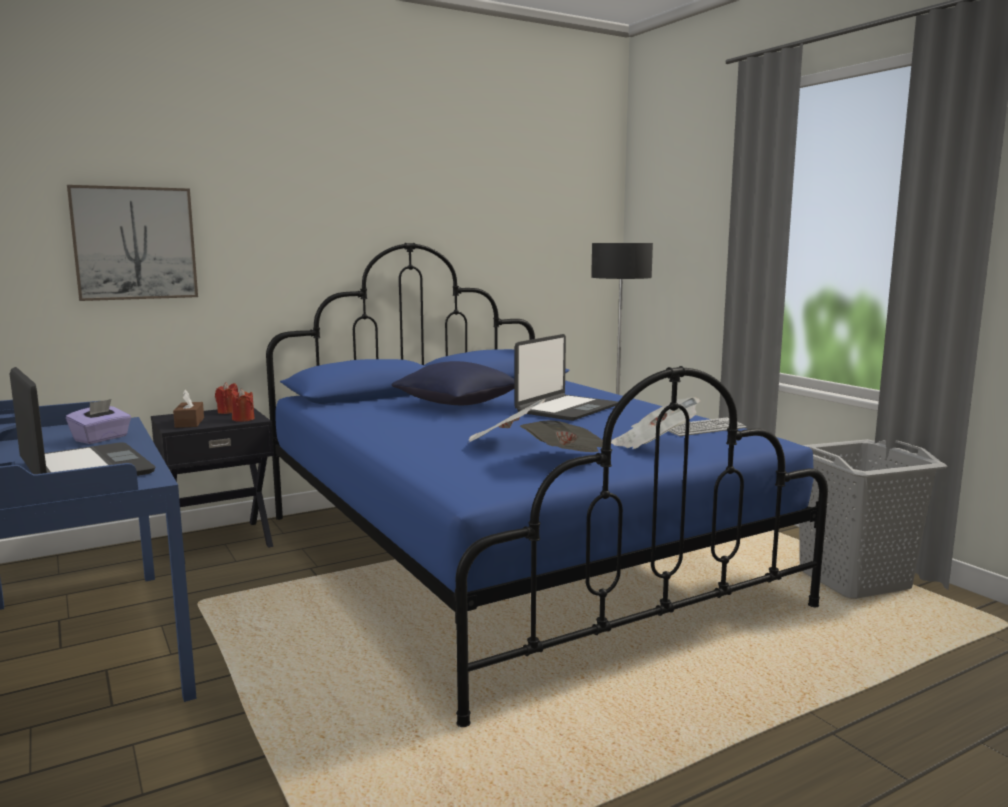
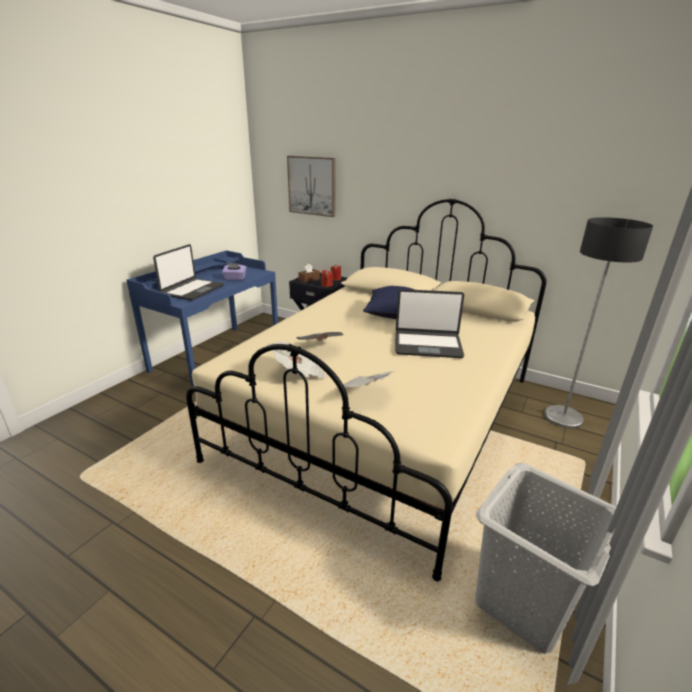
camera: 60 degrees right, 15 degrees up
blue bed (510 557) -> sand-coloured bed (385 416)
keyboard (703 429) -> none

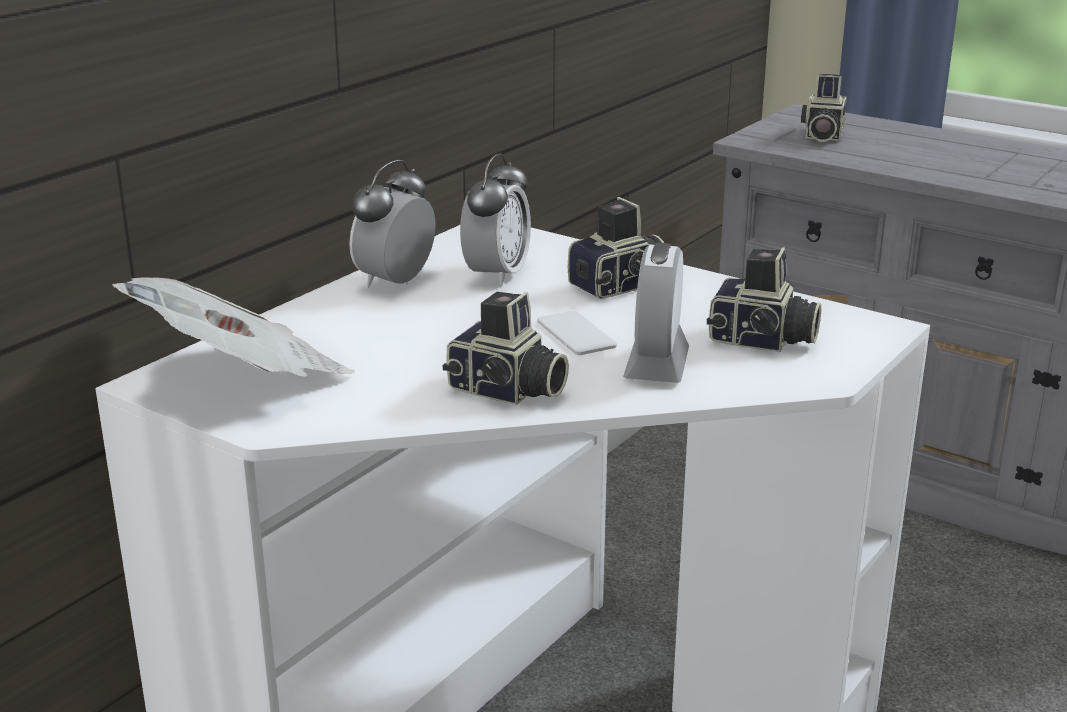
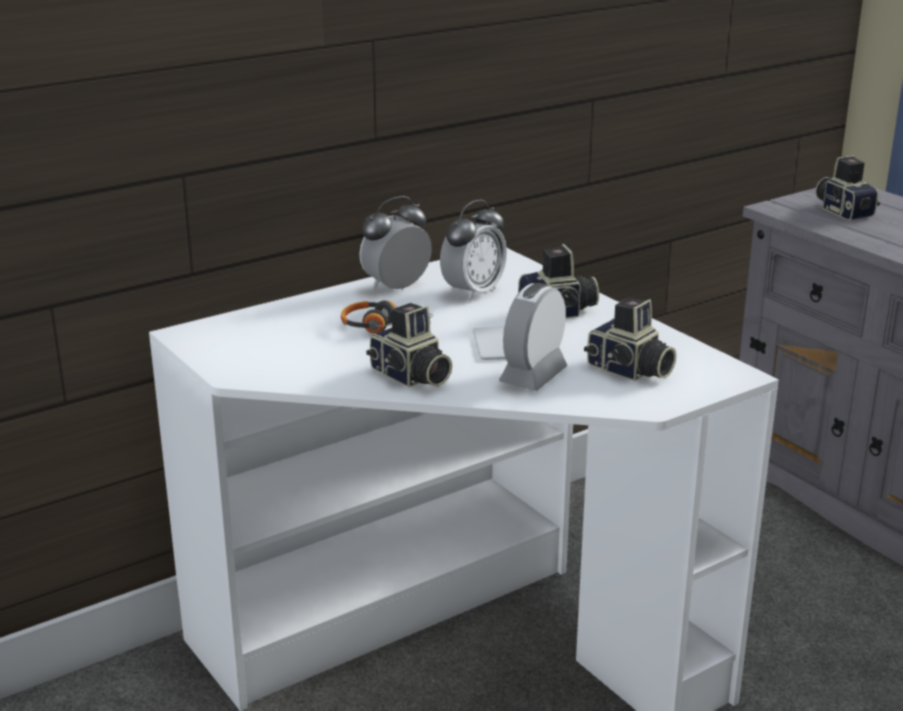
camera: 20 degrees right, 0 degrees up
none -> headphones (386 329)
photo camera (821 136) -> photo camera (844 211), 120 degrees clockwise
printed paper (244 381) -> none

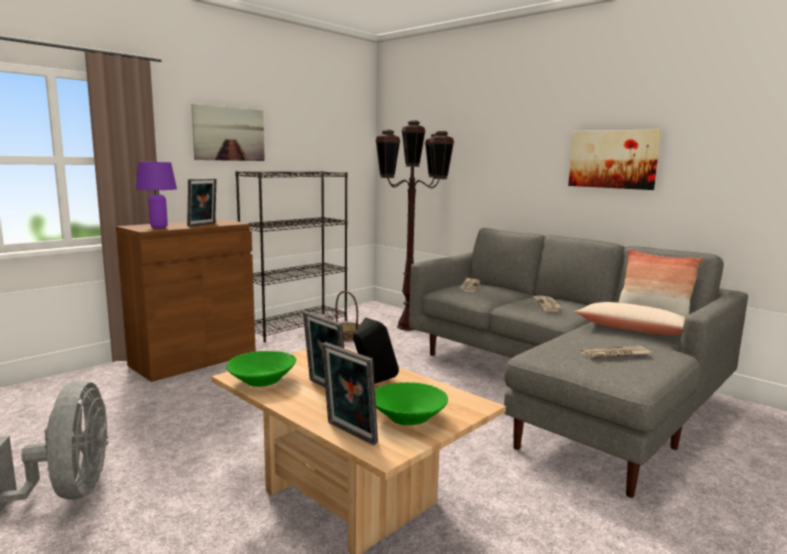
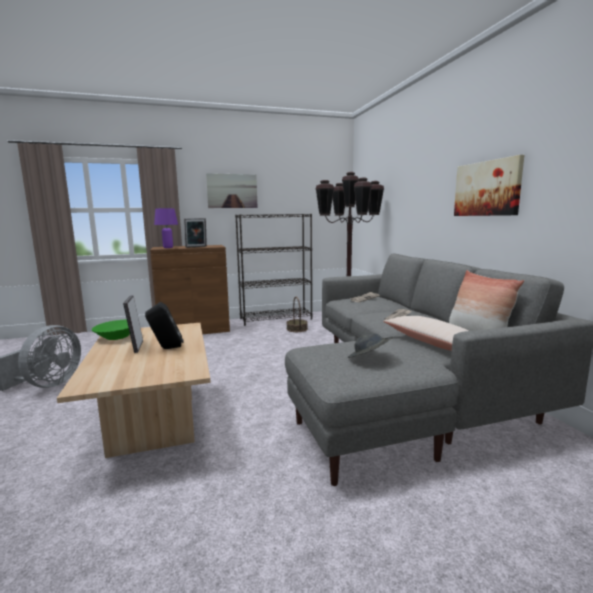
camera: 30 degrees right, 0 degrees up
printed paper (615 354) -> grey clothing hat (369 359)
photo frame (349 434) -> none
green bowl (408 418) -> none

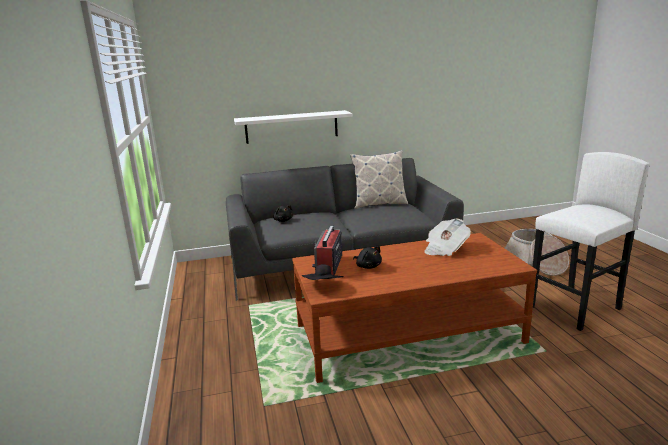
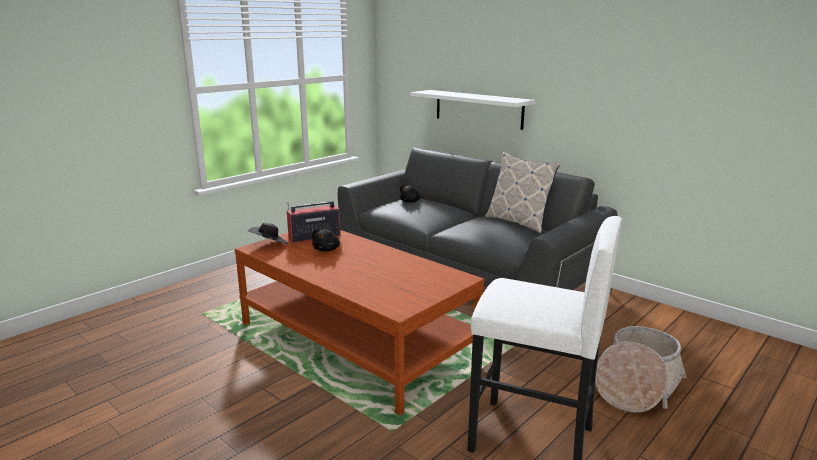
camera: 55 degrees right, 0 degrees up
printed paper (445 249) -> none

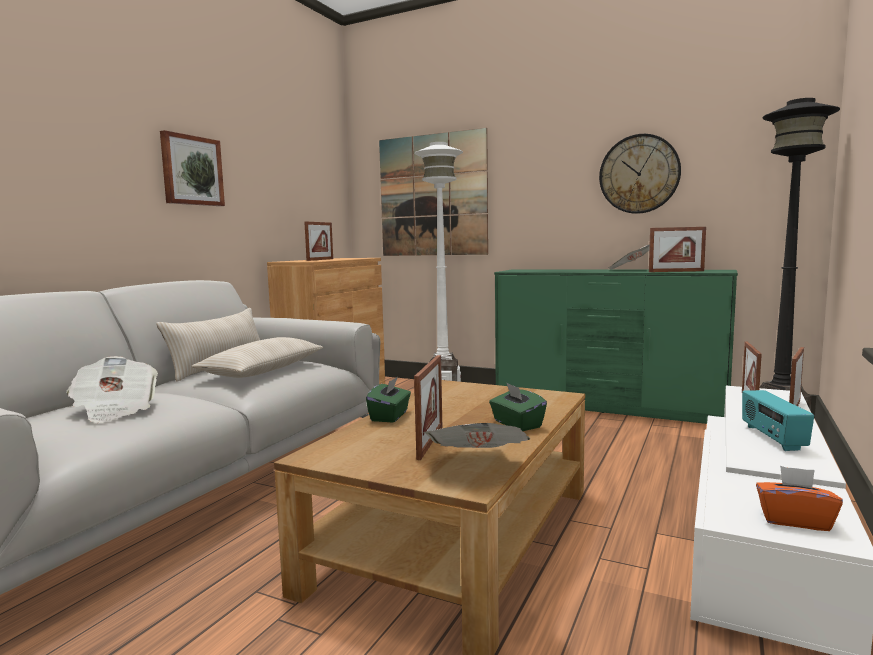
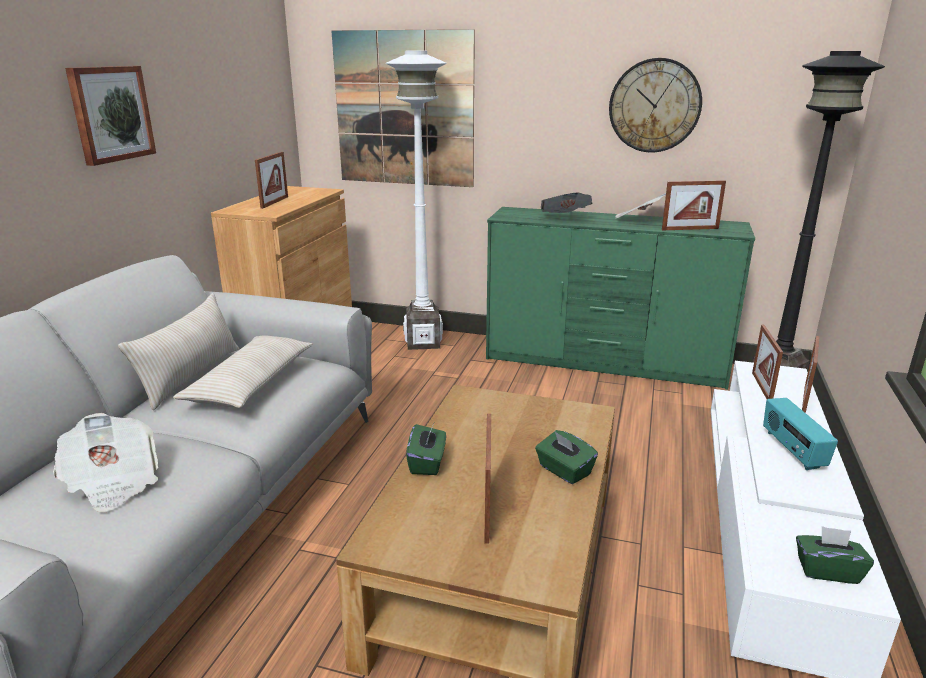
camera: 10 degrees left, 15 degrees up
printed paper (478 465) -> printed paper (565 218), move
orange tissue box (794 520) -> green tissue box (827 570)

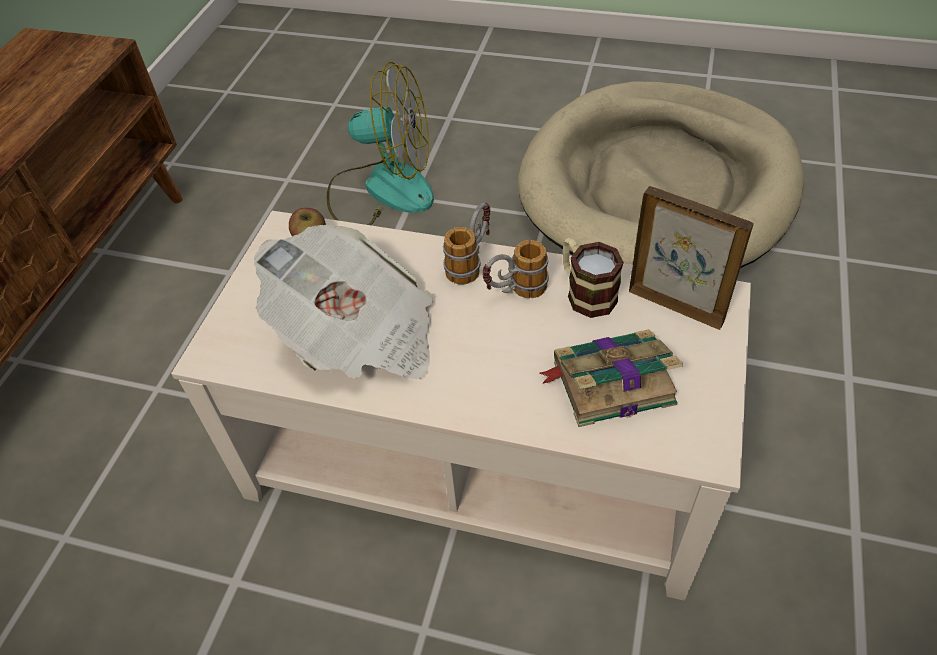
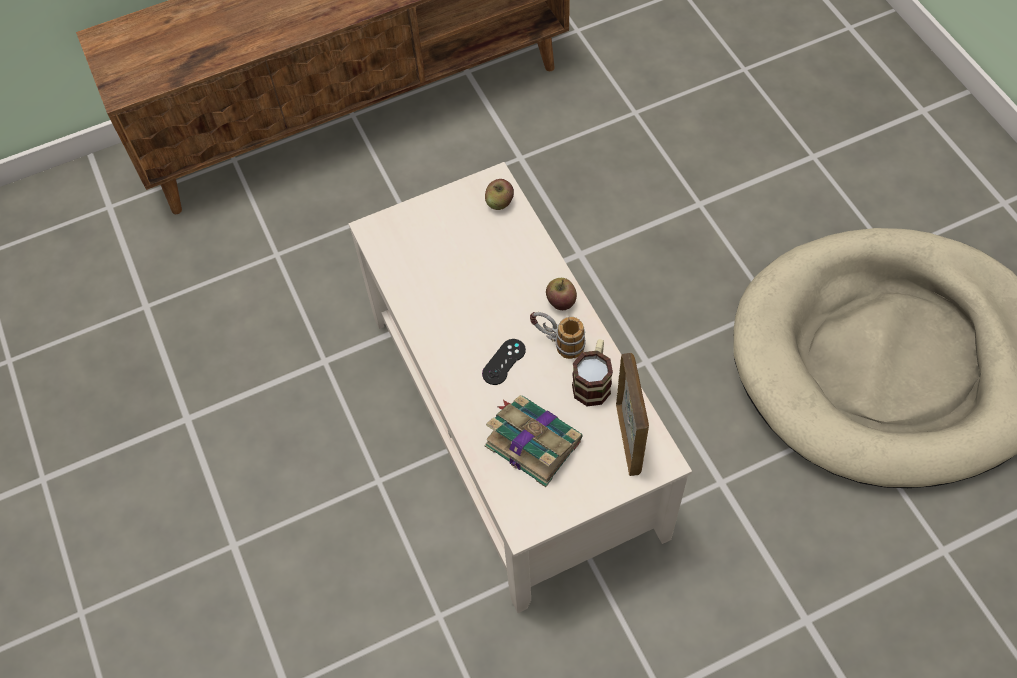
camera: 50 degrees right, 10 degrees up
none -> black game controller (504 362)
coffee mug (471 262) -> apple (561 301)
printed paper (359 335) -> none
cooling fan (382 190) -> none

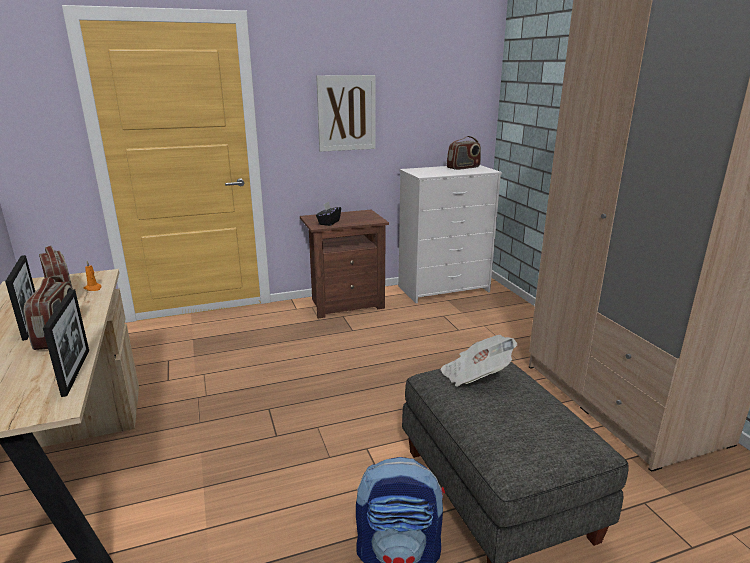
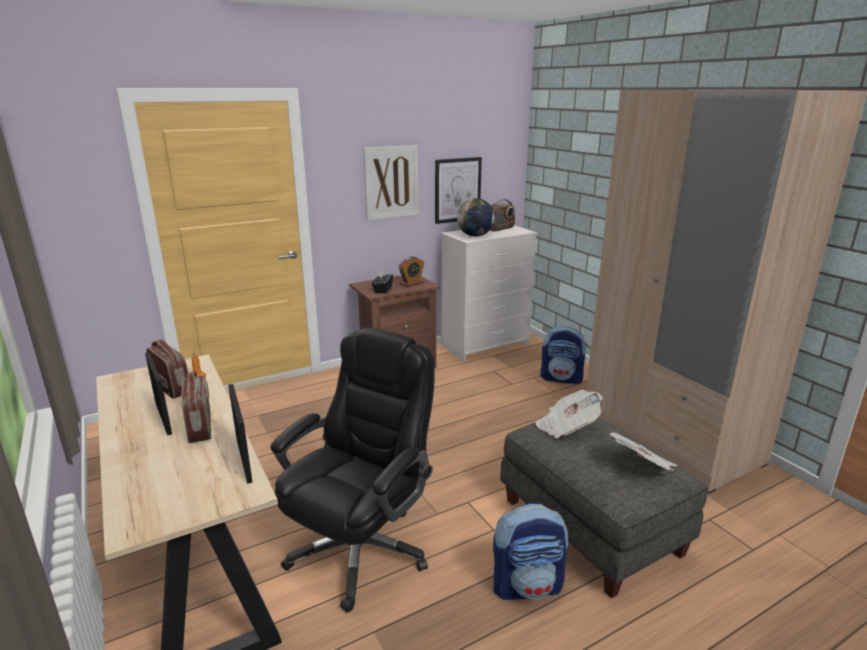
camera: 10 degrees left, 0 degrees up
none -> black office chair (361 548)
none -> table clock (411 283)
none -> wall picture (457 190)
none -> world globe (475 236)
none -> rucksack (561 378)
none -> printed paper (642 467)

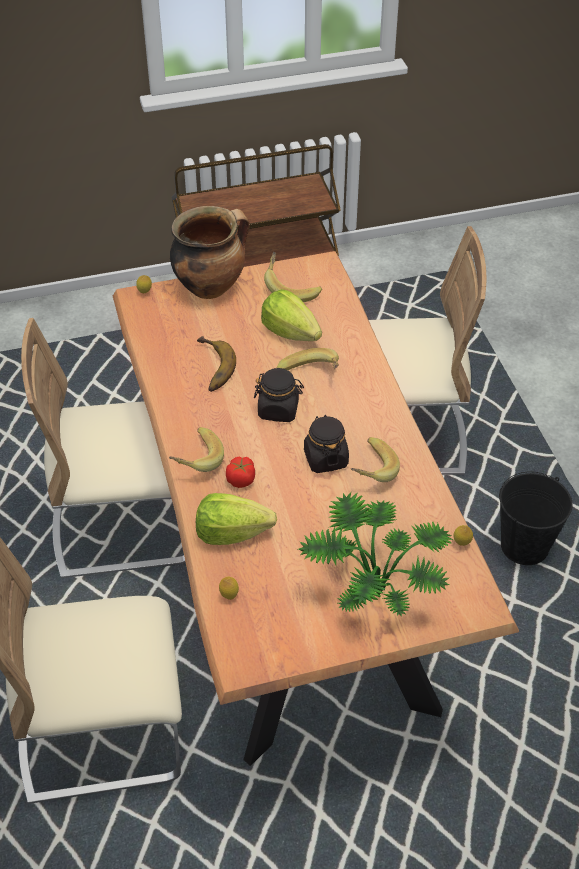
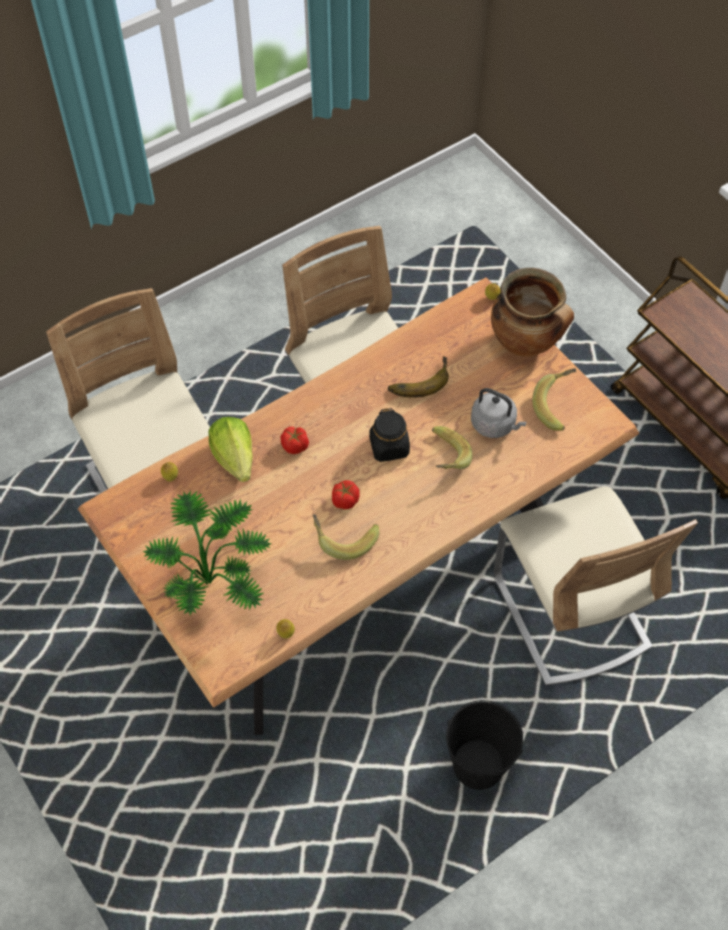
camera: 70 degrees right, 10 degrees up
black jar (325 458) -> whole tomato (345 500)
lettuce (290 332) -> grey kettle (495 425)
whole banana (195 460) -> none

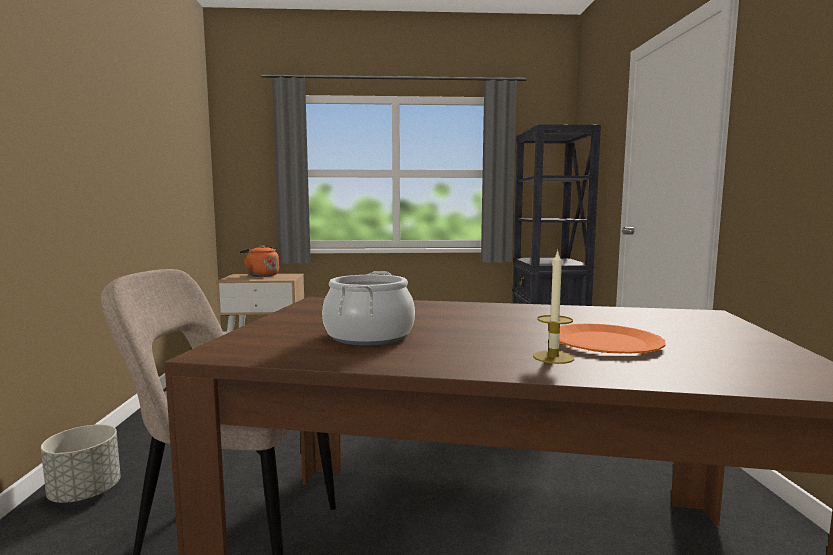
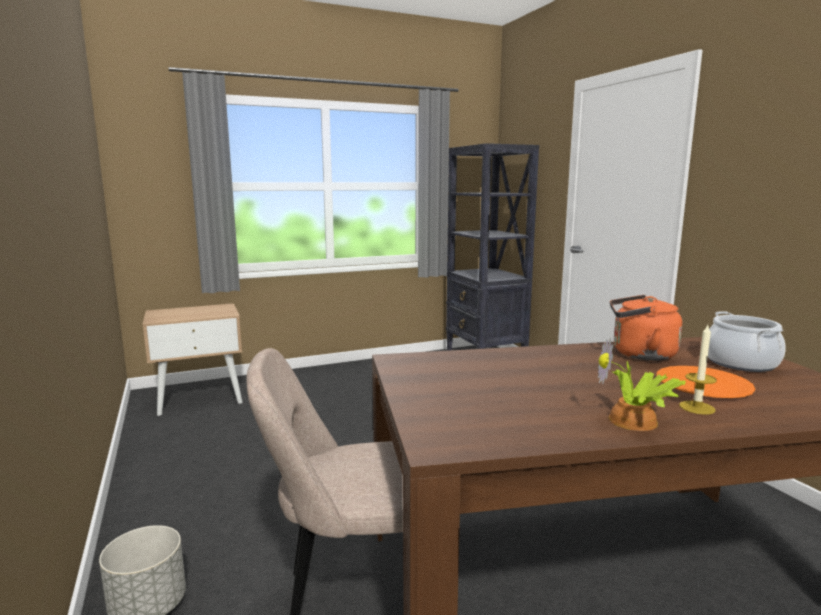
camera: 20 degrees left, 5 degrees up
none -> potted plant (636 421)
orange kettle (261 275) -> orange kettle (639 354), move
cooking pot (368 336) -> cooking pot (740 363), move

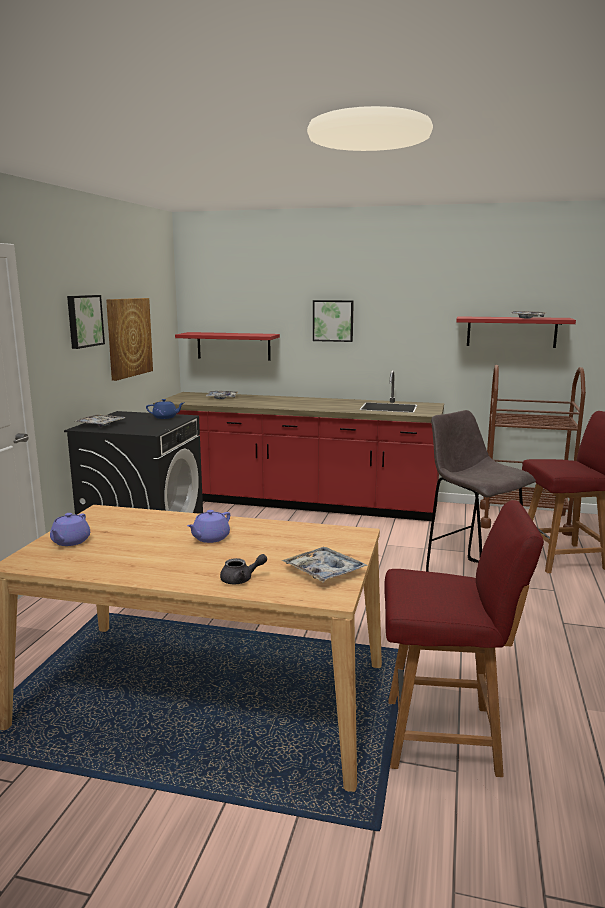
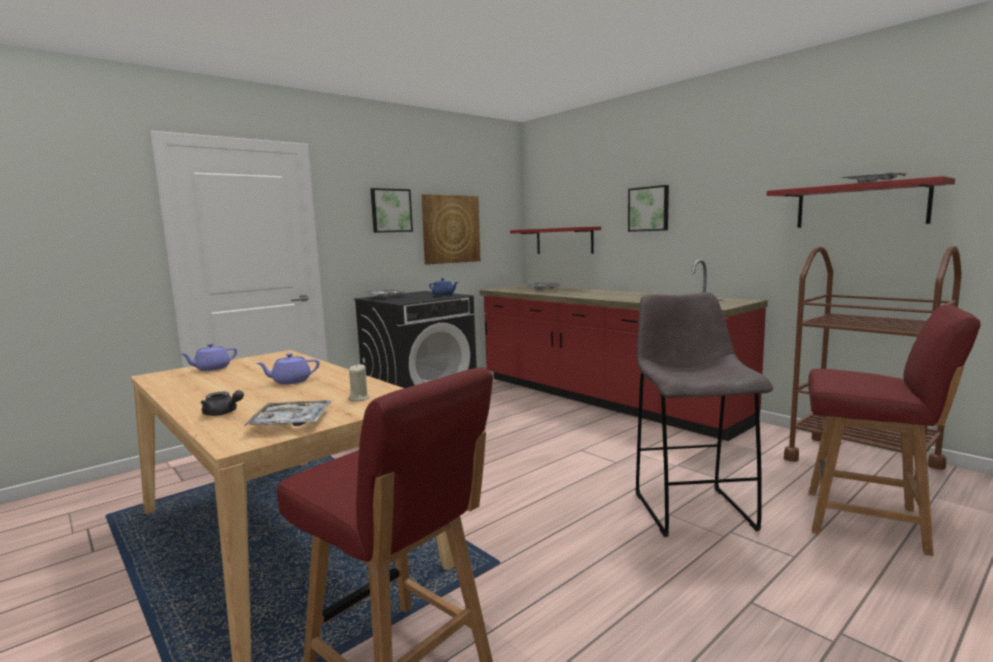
camera: 35 degrees right, 5 degrees down
none -> sand-coloured wax candle (359 398)

